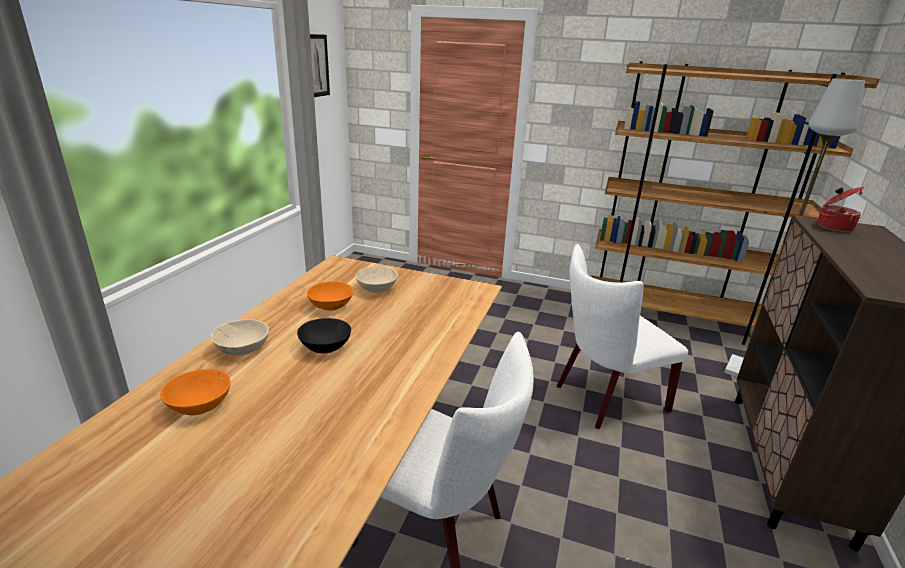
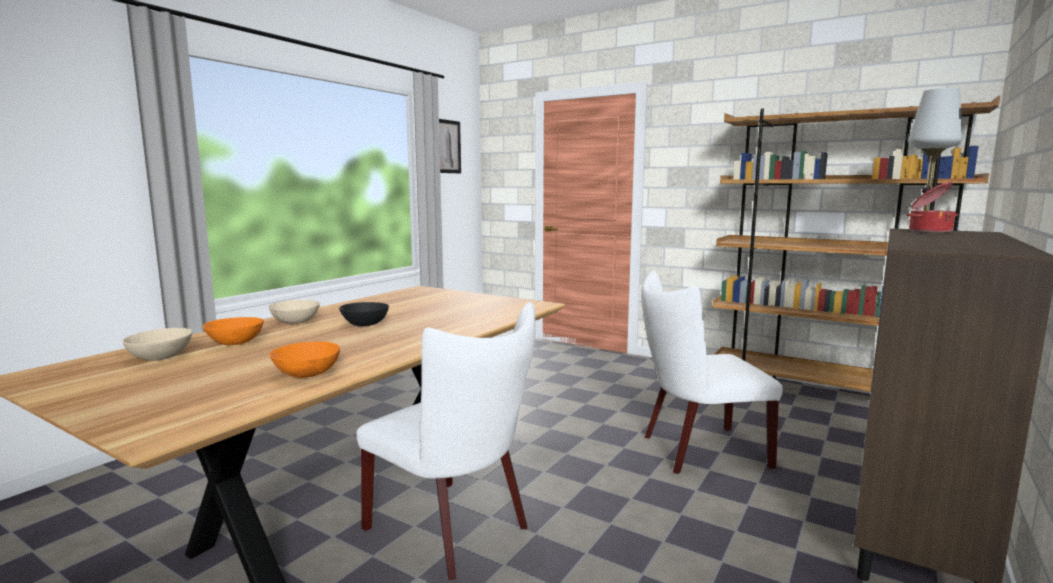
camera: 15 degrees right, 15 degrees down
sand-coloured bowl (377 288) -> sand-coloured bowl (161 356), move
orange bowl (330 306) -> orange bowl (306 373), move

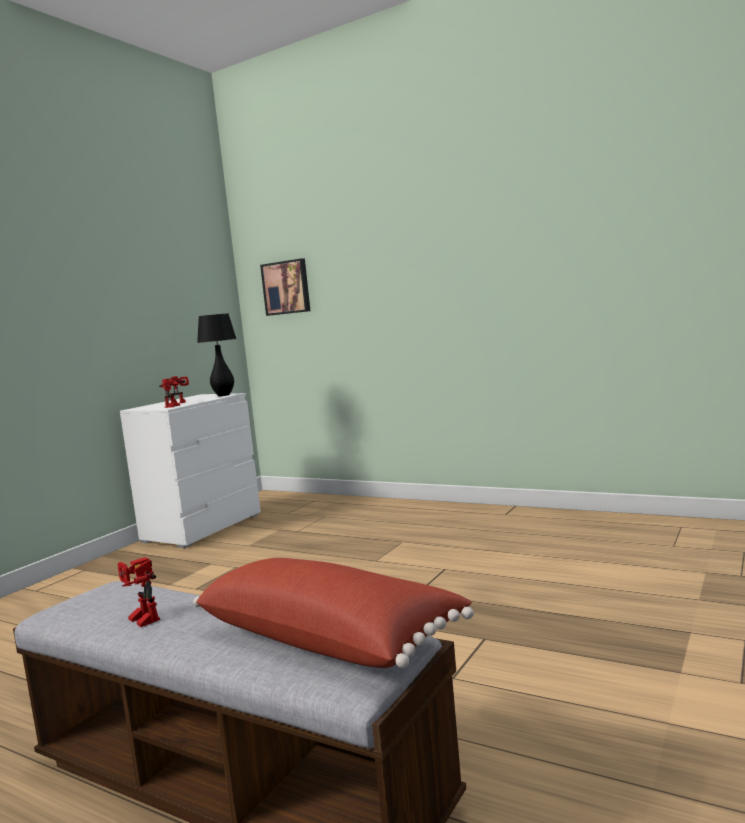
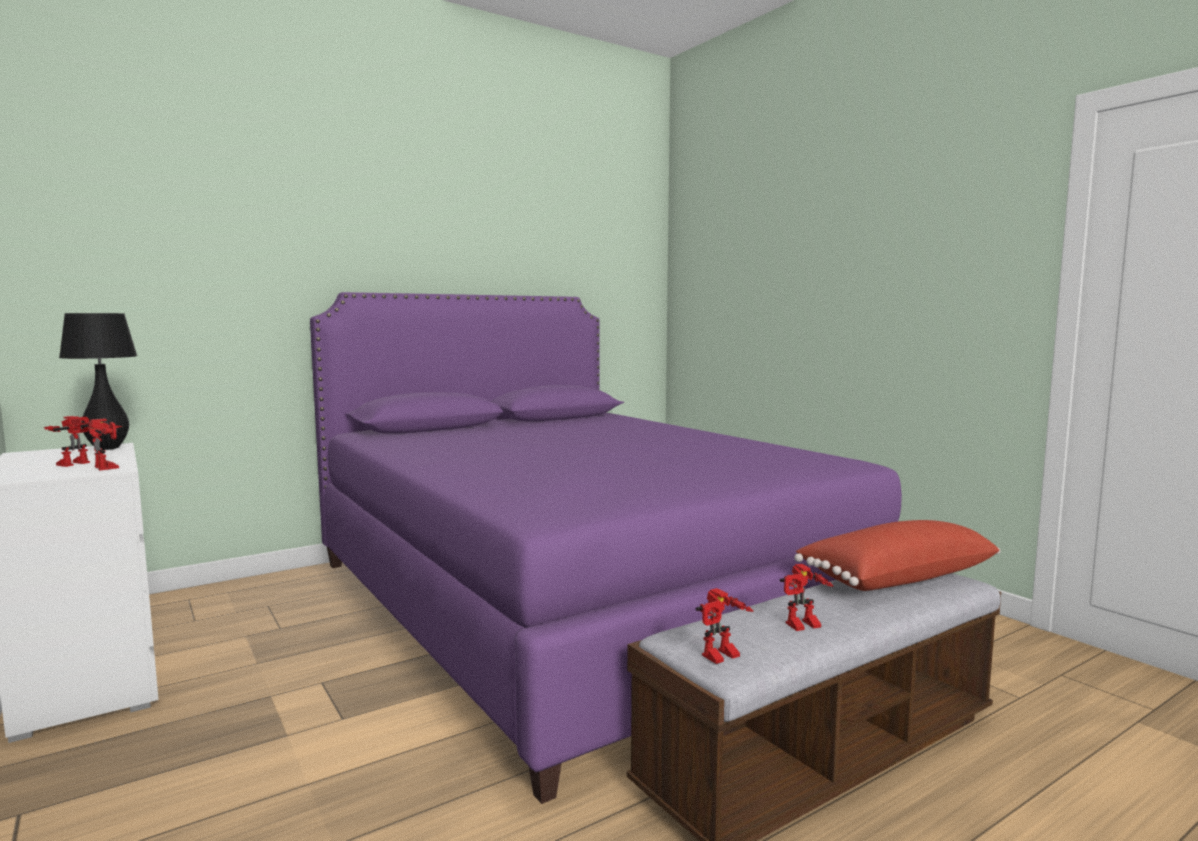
camera: 65 degrees left, 0 degrees up
none -> purple bed (575 602)
none -> robot figure (721 658)
wall picture (287 287) -> none

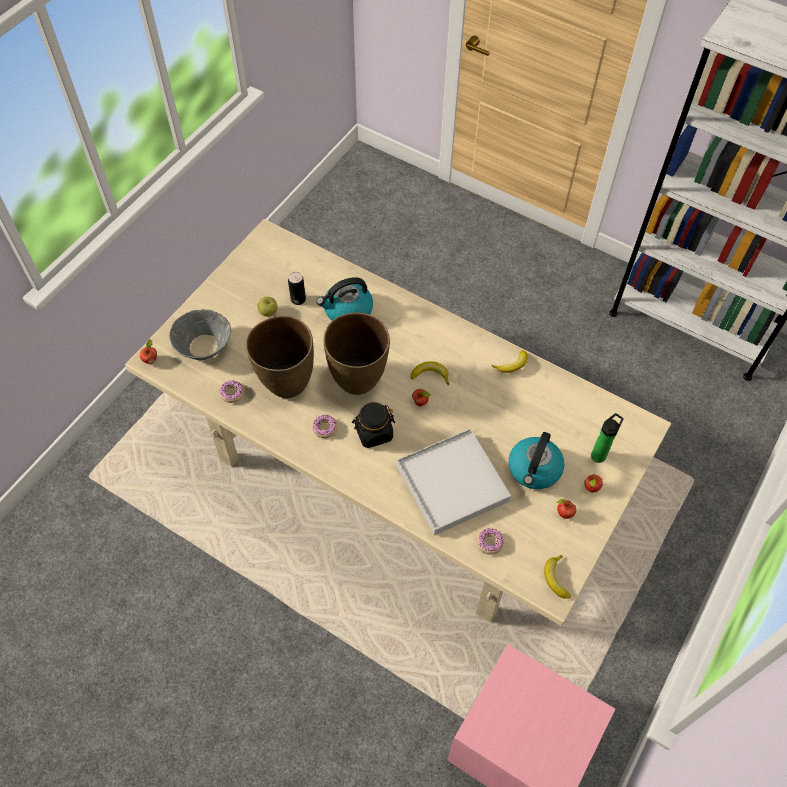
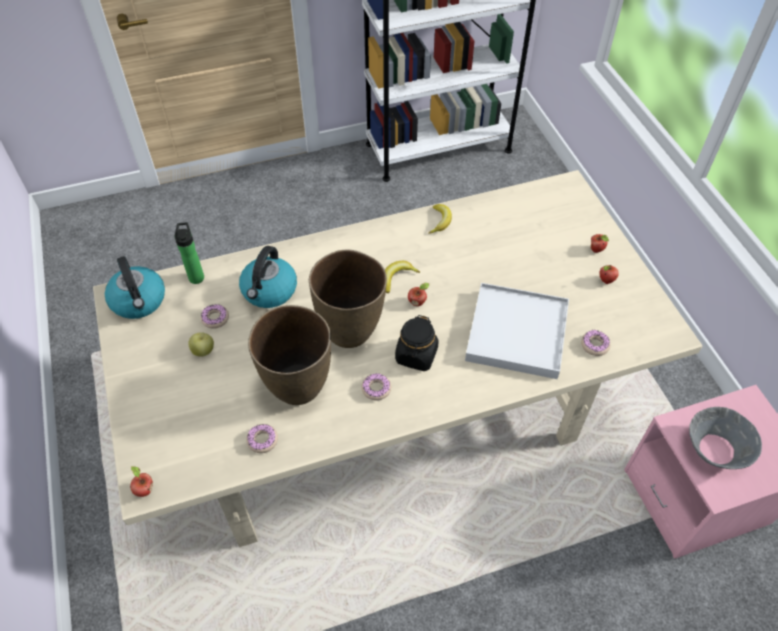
camera: 50 degrees left, 5 degrees down
kettle (534 470) -> kettle (139 301), move
drink bottle (599 454) -> drink bottle (196 276), move
sealed can (298 299) -> donut (215 318)
grey bowl (204 346) -> grey bowl (716 449), move
whole banana (555 578) -> none

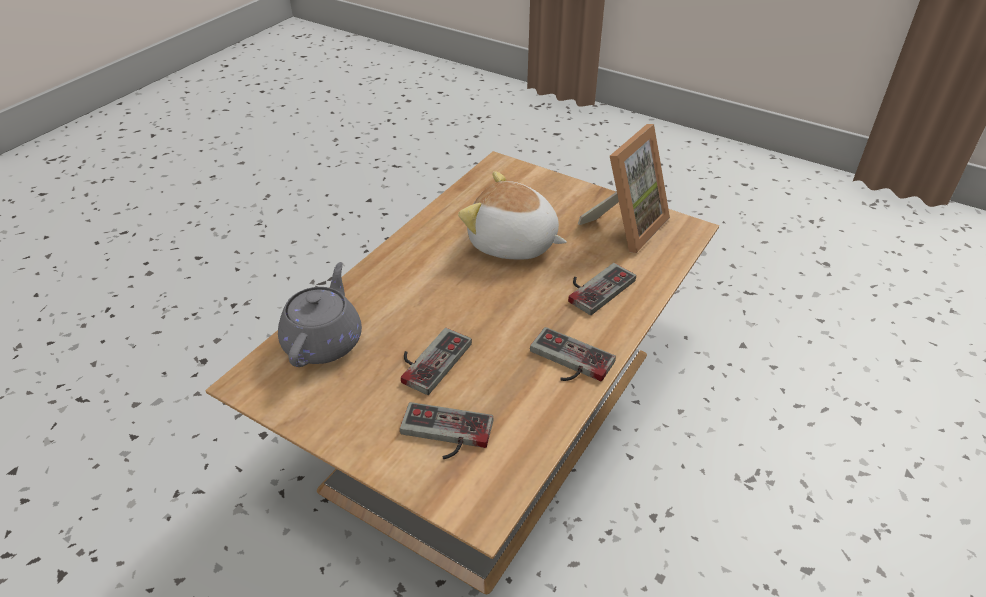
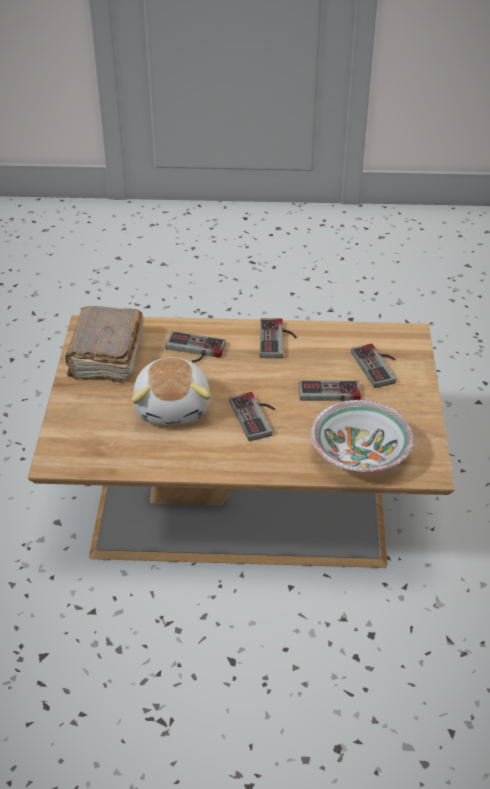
camera: 120 degrees left, 0 degrees up
photo frame (626 226) -> brown-coloured bound book (106 357)
none -> game controller (257 416)
grey tea pot (324 341) -> bowl (361 454)

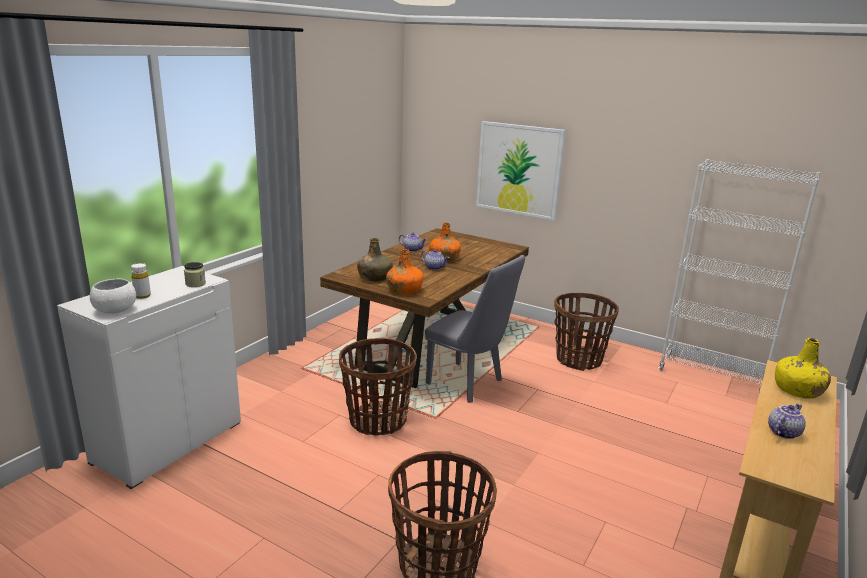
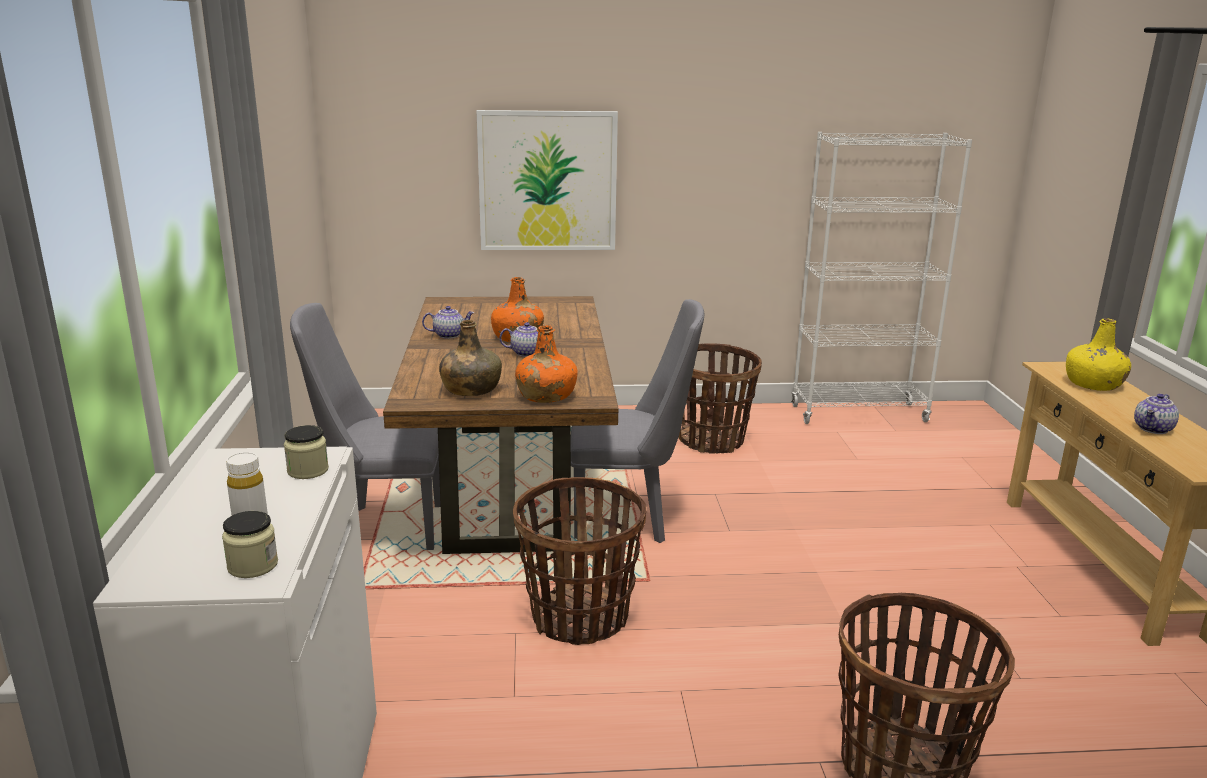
camera: 35 degrees left, 0 degrees up
white bowl (115 310) -> jar (252 565)
none -> grey chair (381 528)
tea pot (782 432) -> tea pot (1153 429), 150 degrees counterclockwise

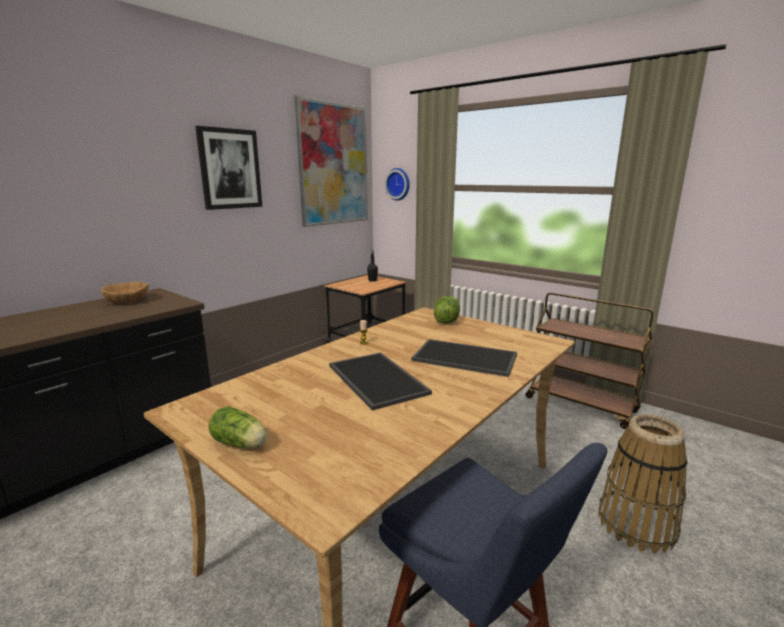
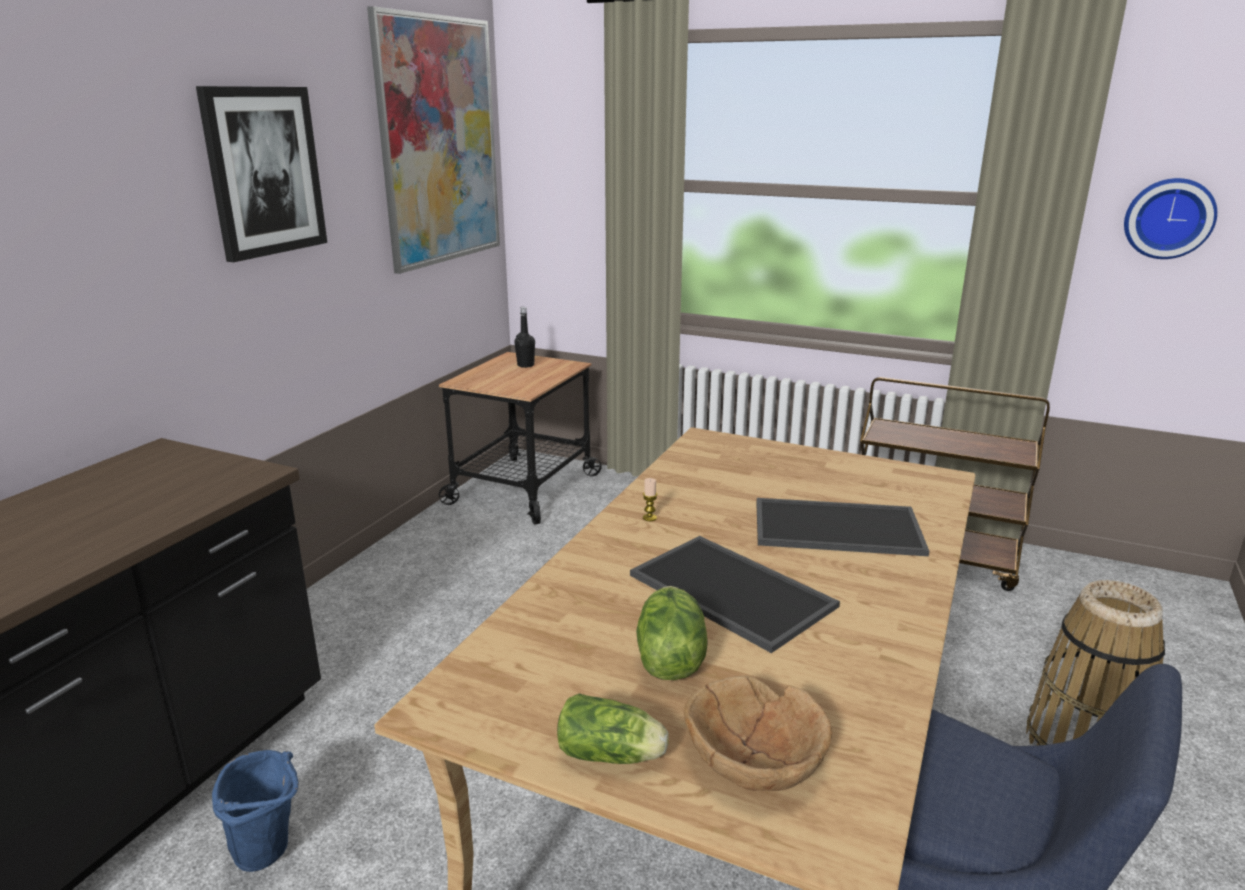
camera: 15 degrees left, 5 degrees up
none -> blue bucket (271 853)
lettuce (446 321) -> lettuce (668 659), move
brown-coloured bowl (127 301) -> brown-coloured bowl (754 760), move
hanging clock (398 184) -> hanging clock (1168 218), move

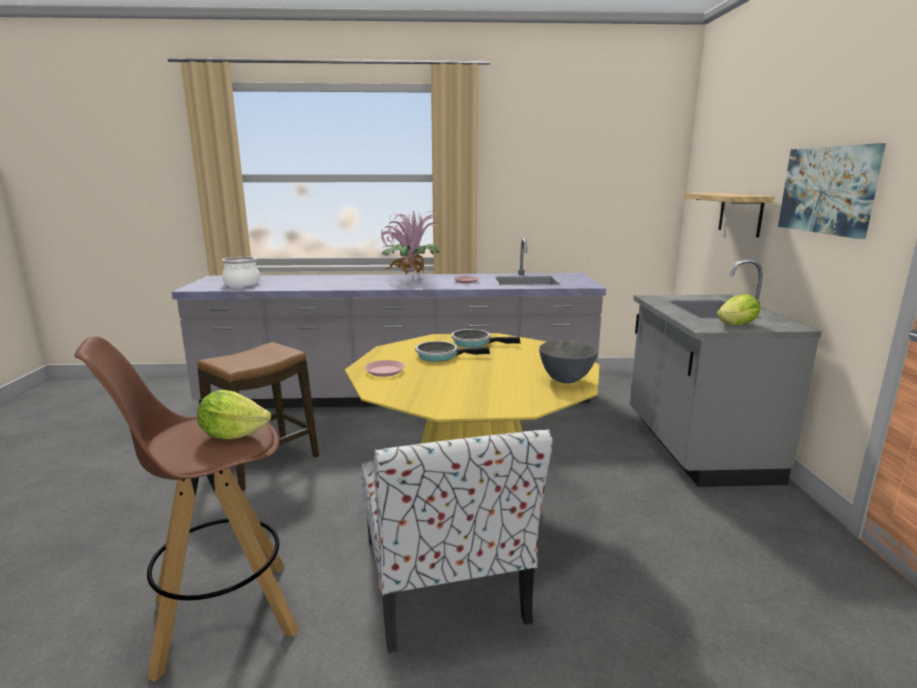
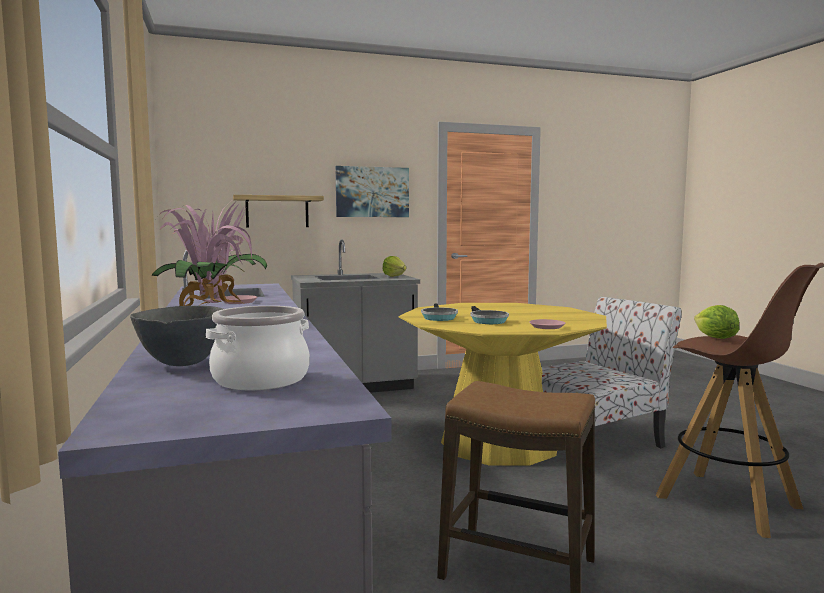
camera: 105 degrees left, 10 degrees down
grey bowl (565 380) -> grey bowl (183 364), move

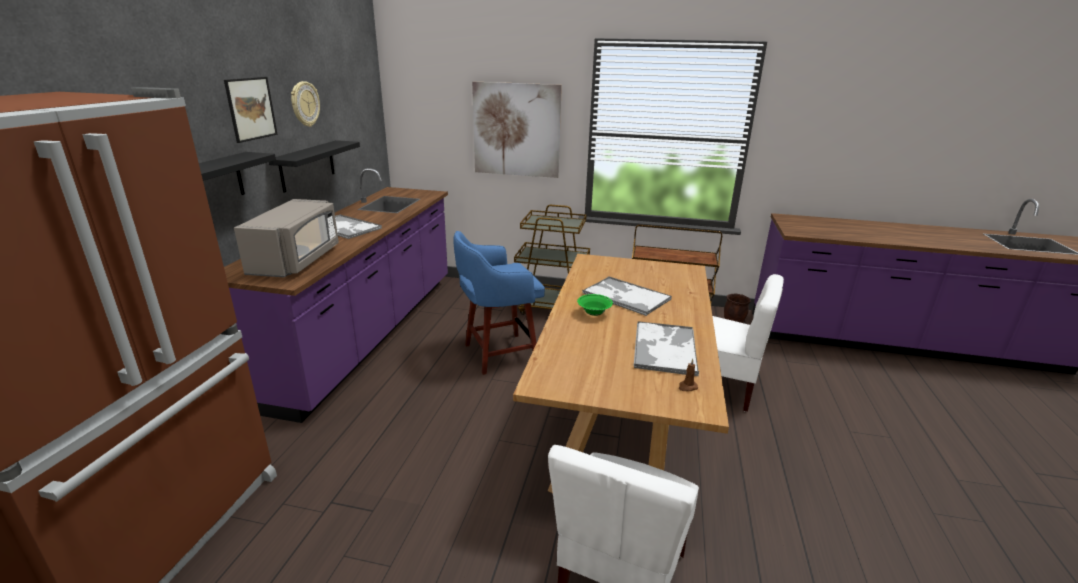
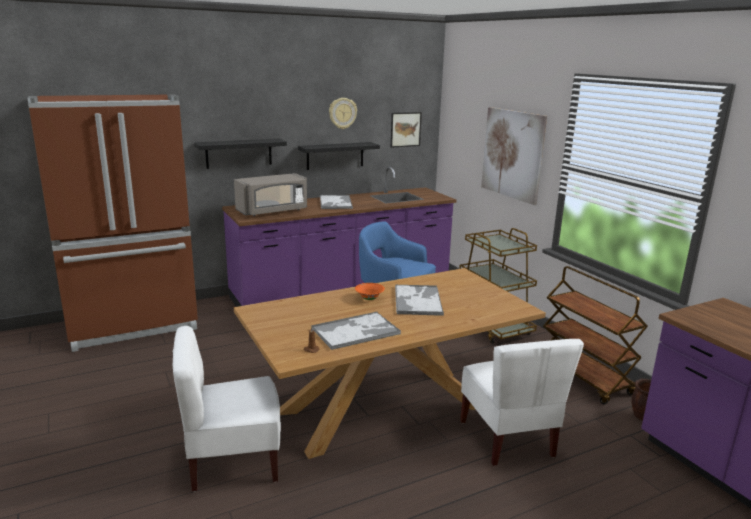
camera: 50 degrees right, 5 degrees down
green bowl (594 314) -> orange bowl (369 299)
wall picture (251 109) -> wall picture (405 129), move

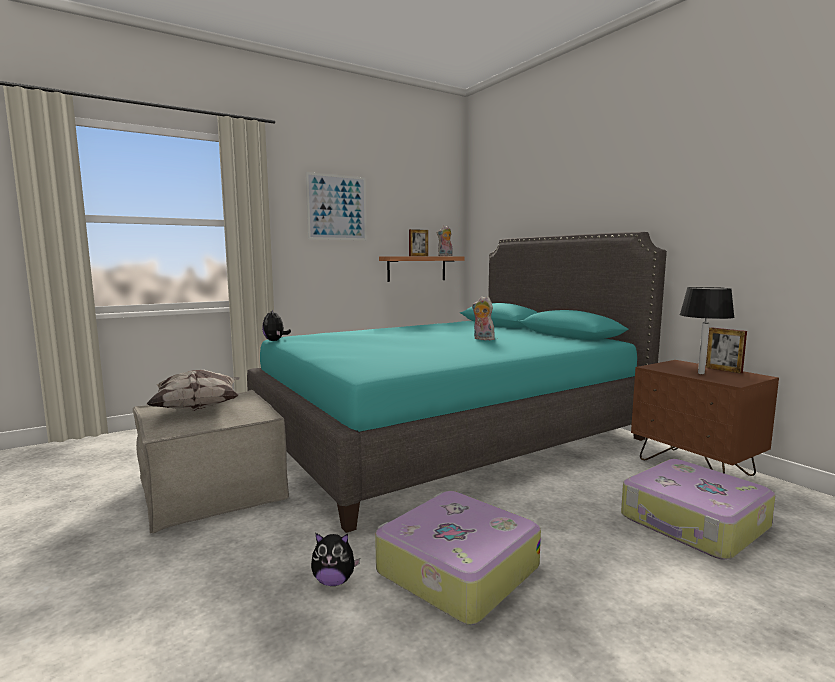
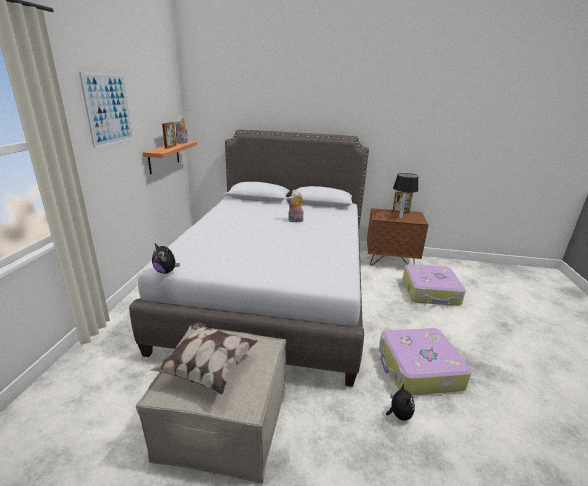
camera: 50 degrees left, 15 degrees up
blue-green bed (446 436) -> grey bed (274 290)
soft toy (334 581) -> soft toy (398 415), 45 degrees counterclockwise

